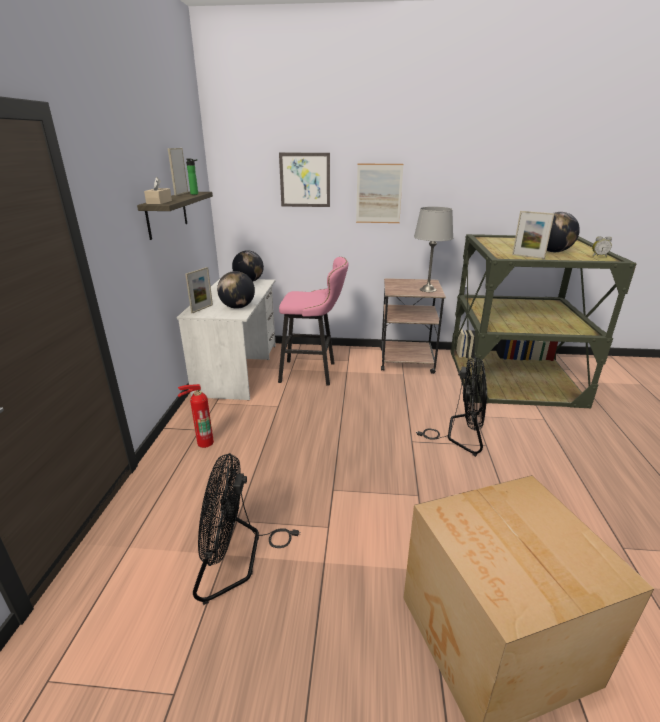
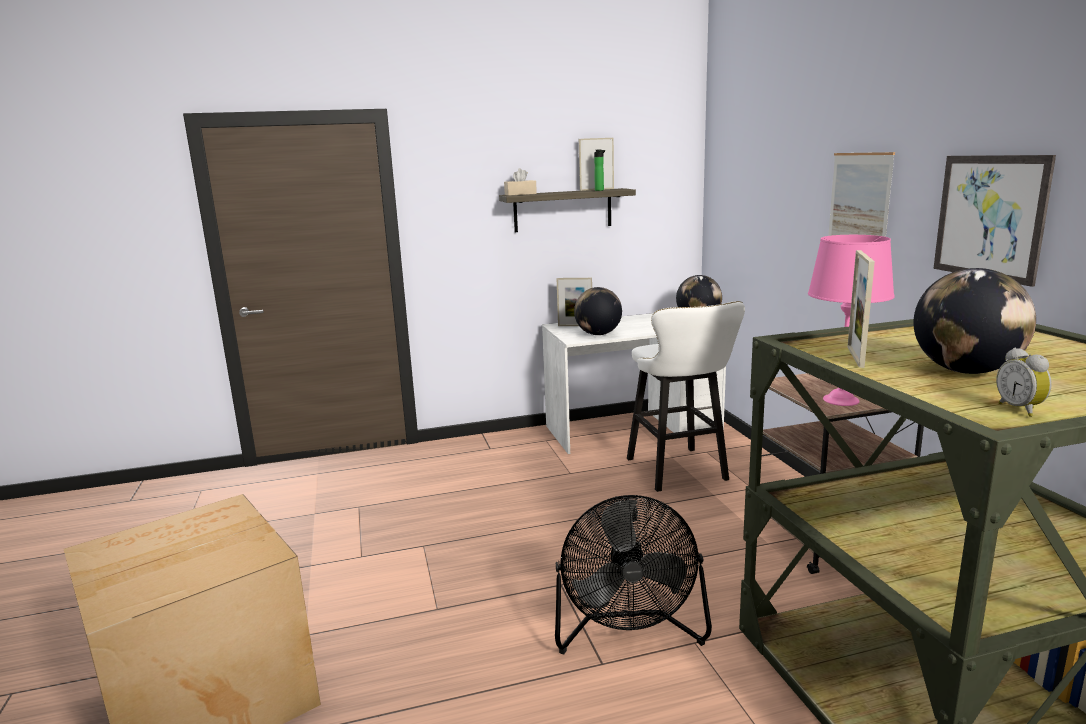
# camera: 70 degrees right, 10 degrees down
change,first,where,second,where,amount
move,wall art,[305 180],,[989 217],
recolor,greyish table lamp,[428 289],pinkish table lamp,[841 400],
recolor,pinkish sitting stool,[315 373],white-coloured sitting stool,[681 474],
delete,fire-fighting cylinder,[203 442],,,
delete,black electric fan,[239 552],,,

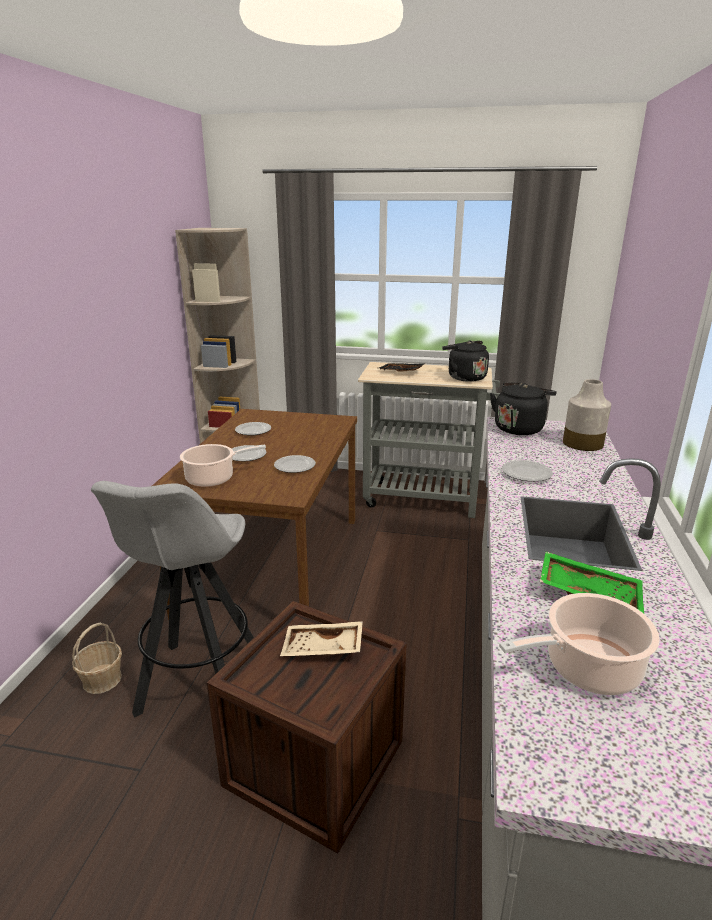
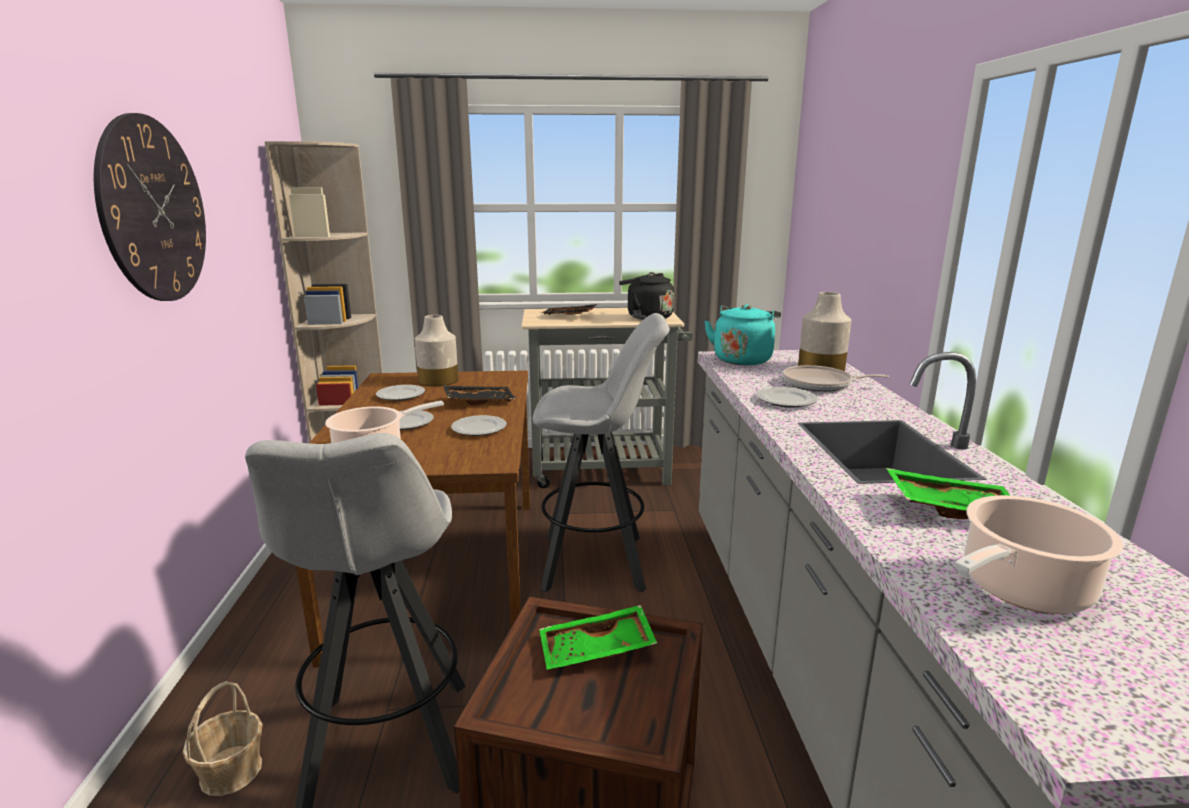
# camera: 15 degrees left, 5 degrees down
change,first,where,second,where,amount
recolor,black tea kettle,[519 428],turquoise-coloured tea kettle,[742 359],
recolor,beige-coloured tray,[322 649],greenish tray,[596 651],
insert,,,clock on the wall,[154 210],
insert,,,greyish sitting stool,[597 563],
insert,,,beige-coloured vase,[439 380],
insert,,,skillet,[820 384],
insert,,,black tray,[479 401],

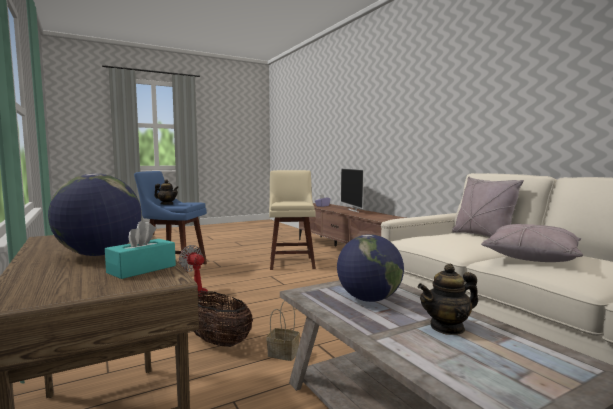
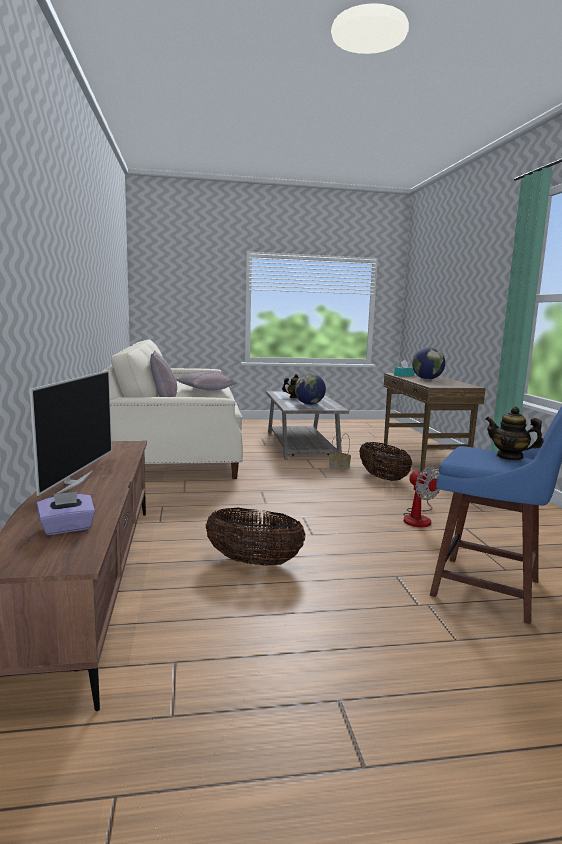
# camera: 160 degrees left, 5 degrees up
change,first,where,second,where,amount
replace,beige-coloured sitting stool,[292 262],household basket,[254 562],

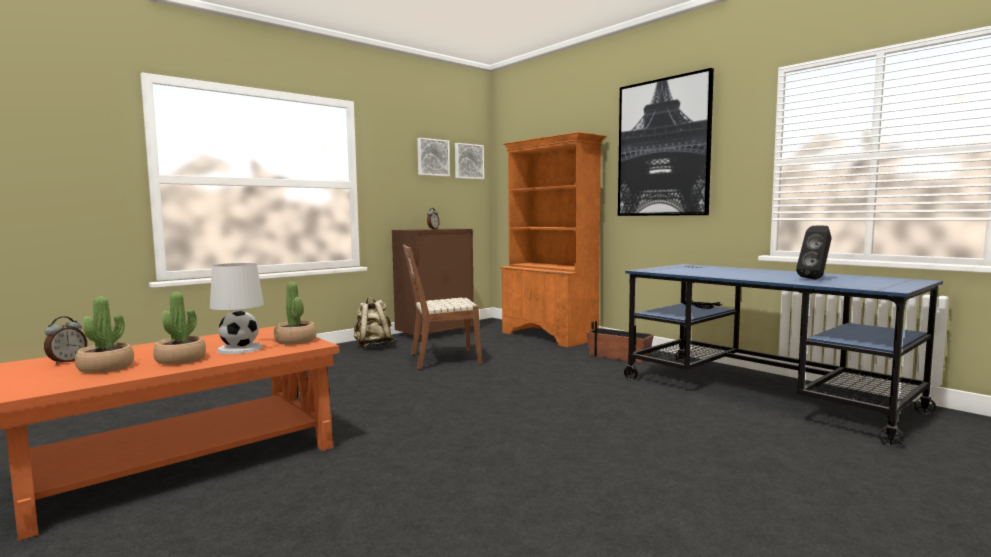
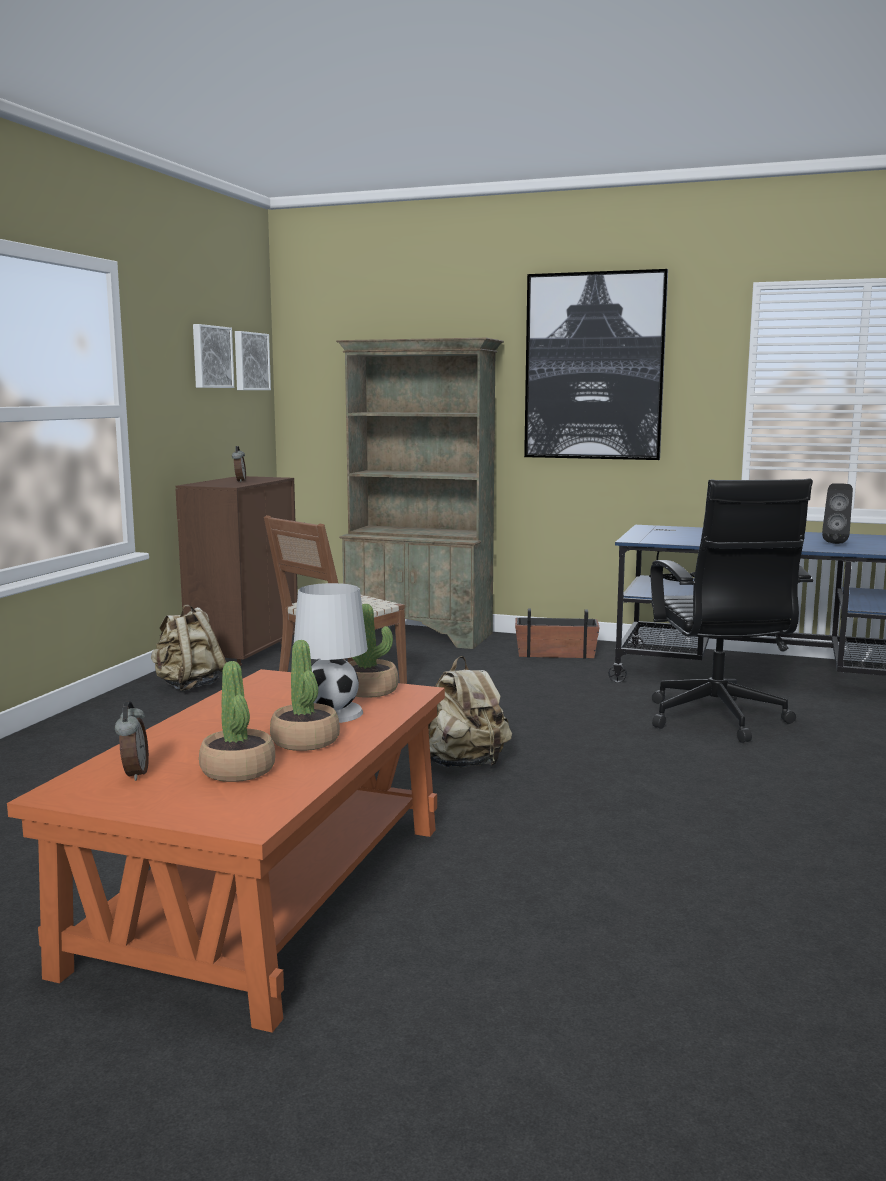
# camera: 30 degrees left, 5 degrees up
change,first,where,second,where,amount
recolor,orange-coloured shelving unit,[549 336],greenish shelving unit,[419 635],
insert,,,black desk chair,[718 721],
insert,,,beige-coloured rucksack,[464 765],

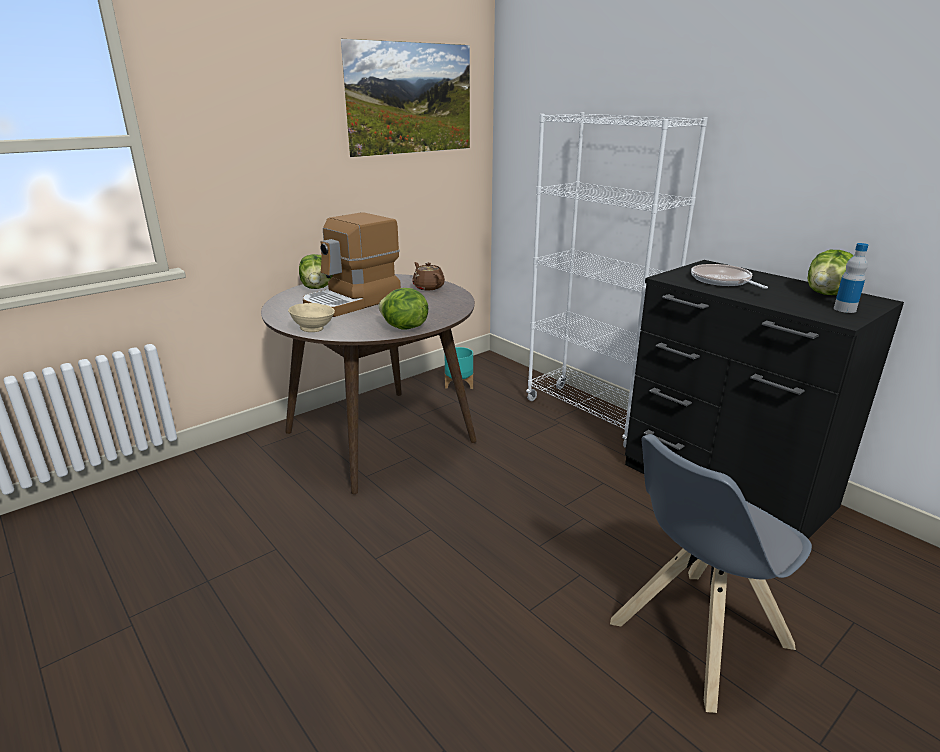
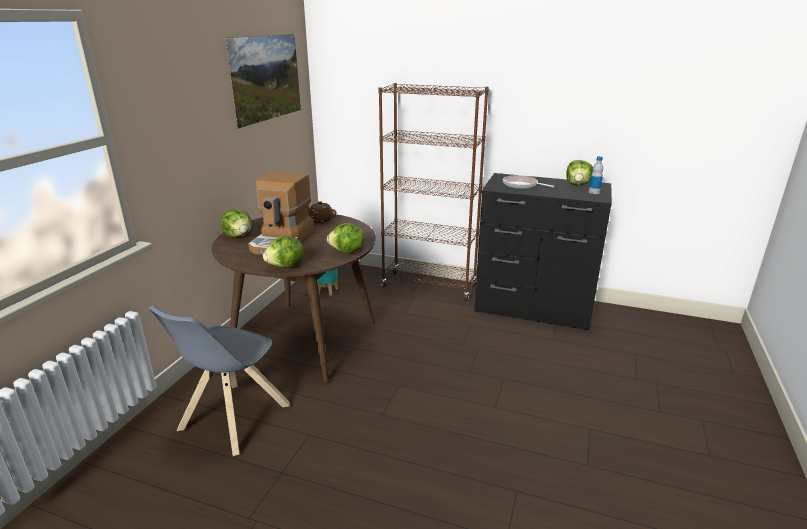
# camera: 30 degrees left, 0 degrees up
change,first,where,second,where,amount
recolor,white-coloured shelving unit,[591 415],brownish shelving unit,[429 286],
replace,beige-coloured bowl,[314 329],lettuce head,[286 266],
move,greyish chair,[696 636],,[232 419],

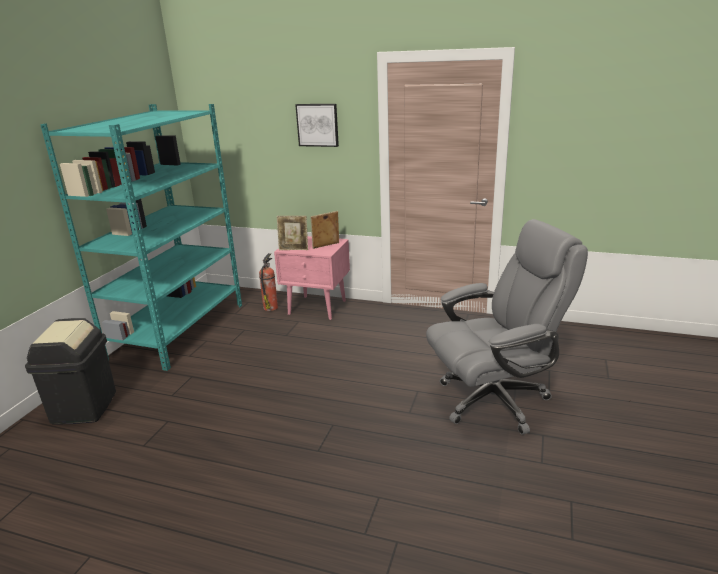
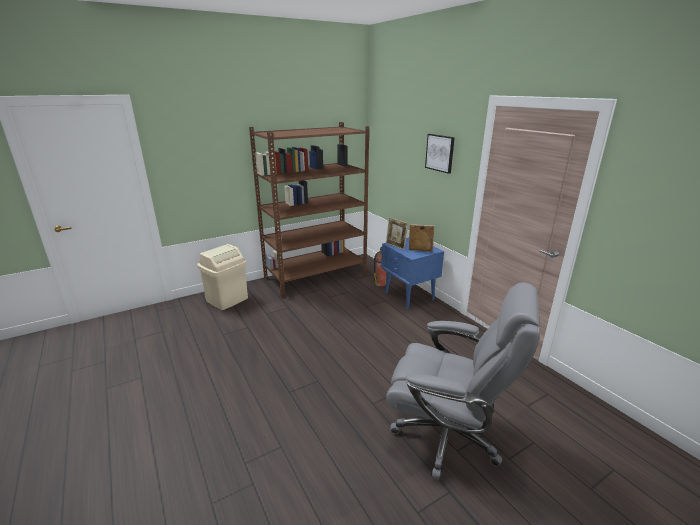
# camera: 40 degrees right, 0 degrees up
change,first,where,second,where,amount
recolor,turquoise-coloured shelving unit,[179 330],brownish shelving unit,[315 276],
recolor,pinkish night table,[318 307],bluish night table,[409 296],
recolor,black trash can,[84 407],beige-coloured trash can,[227 299],

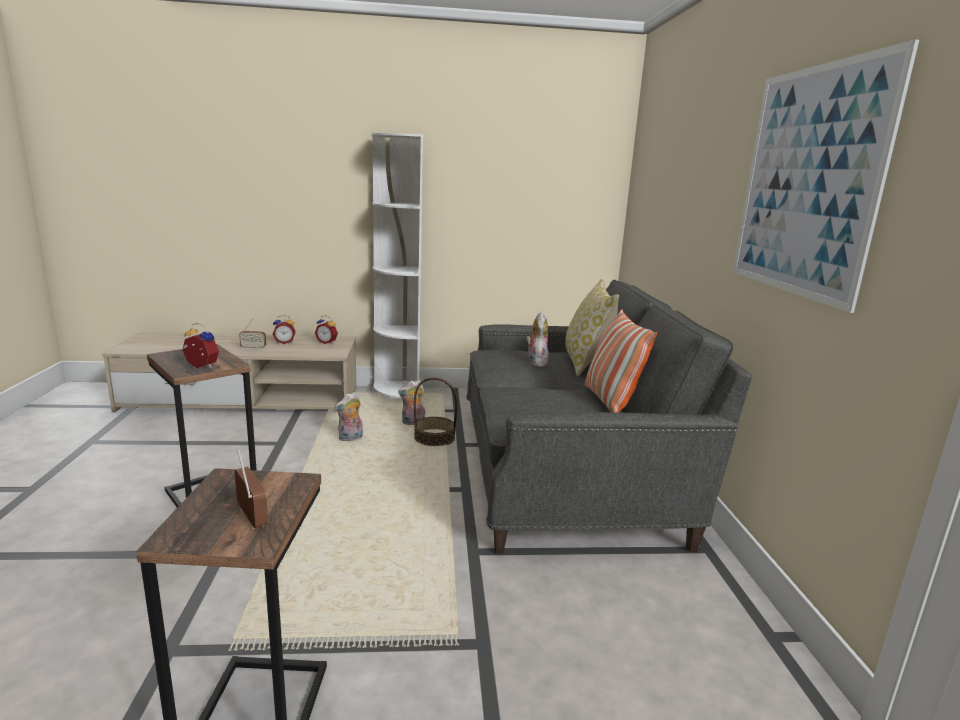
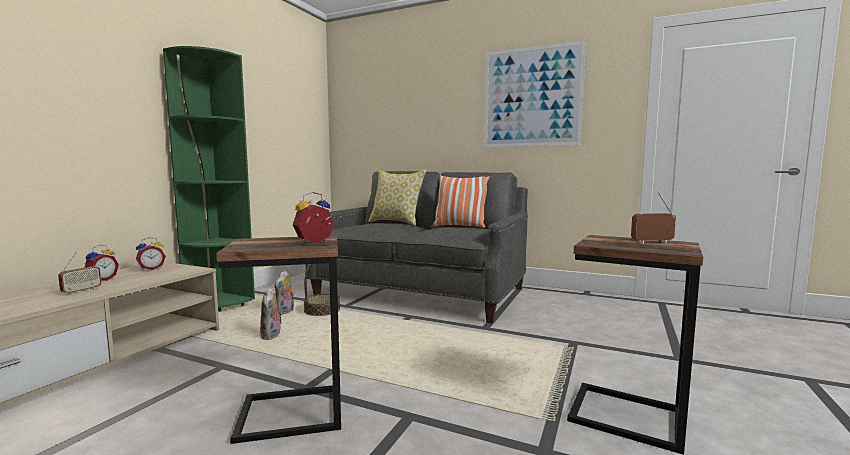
# camera: 60 degrees left, 10 degrees down
change,first,where,second,where,amount
recolor,white-coloured shelving unit,[397 395],greenish shelving unit,[220 308],
delete,plush toy,[536 362],,,

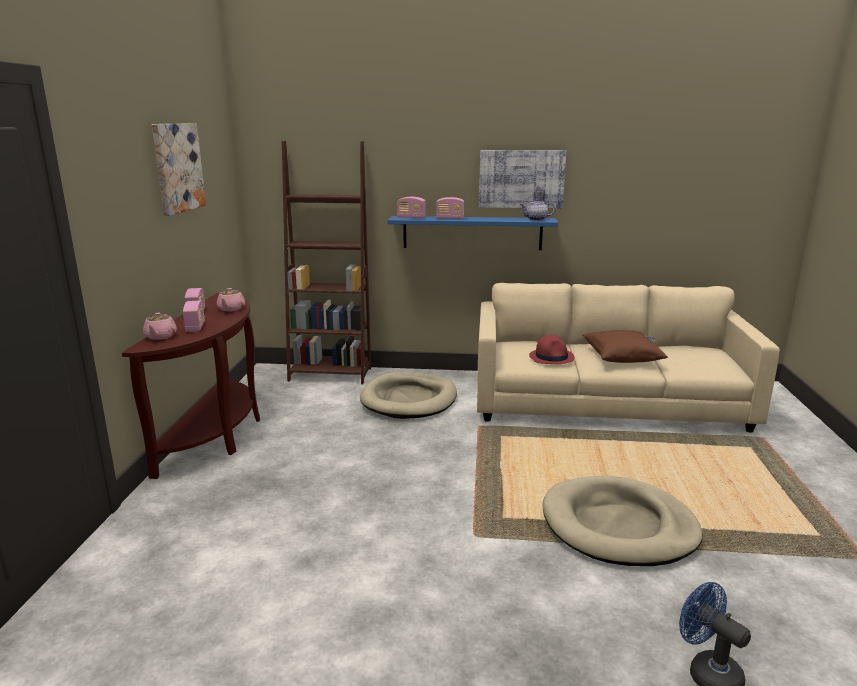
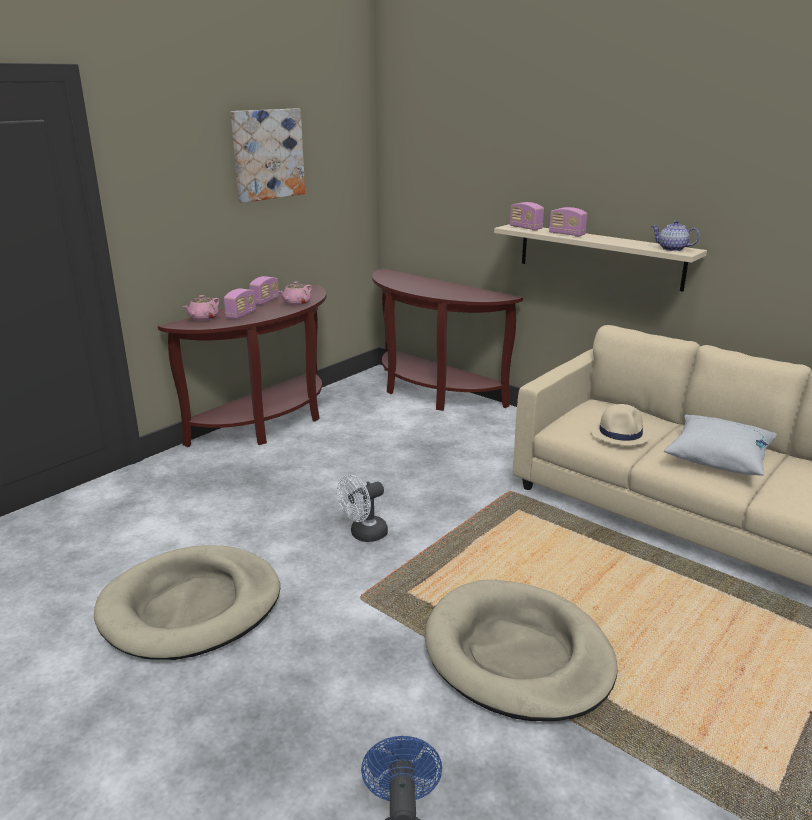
# camera: 35 degrees right, 5 degrees up
change,first,where,second,where,amount
replace,brownish shelving unit,[330 374],brownish hall table,[430 392],
delete,wall art,[521 179],,,
recolor,bluish shelf,[472 233],beige-coloured shelf,[599 256],
recolor,brownish pillow,[621 357],greyish pillow,[718 459],
recolor,red wearable hat,[551 357],beige-coloured wearable hat,[621 433],
move,beige-coloured pet bed,[409 400],,[191 607],
insert,,,white-coloured electric fan,[364 535],

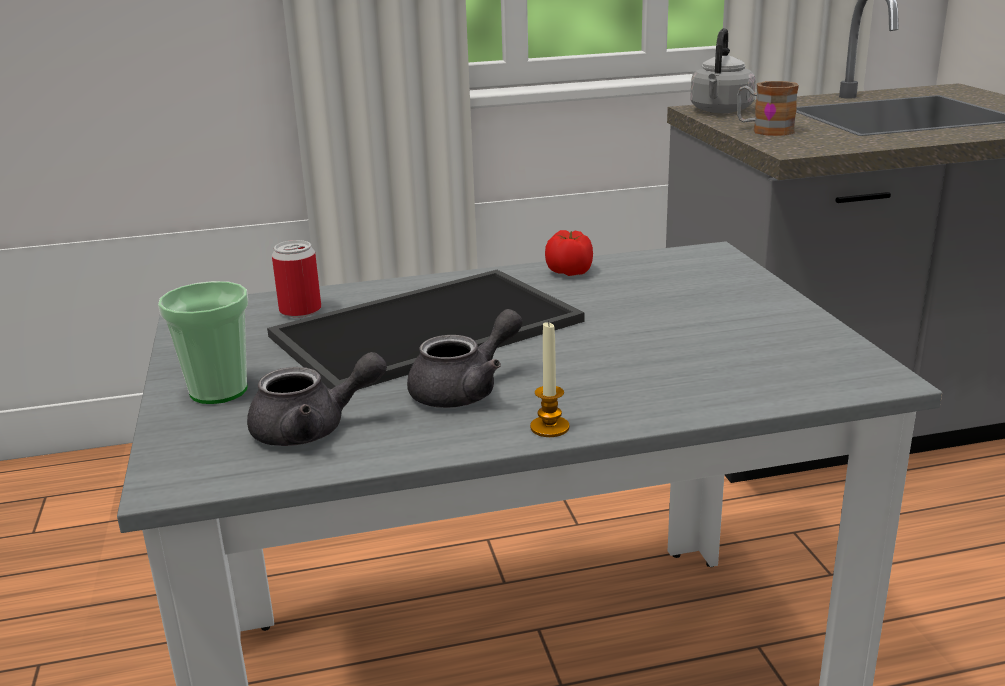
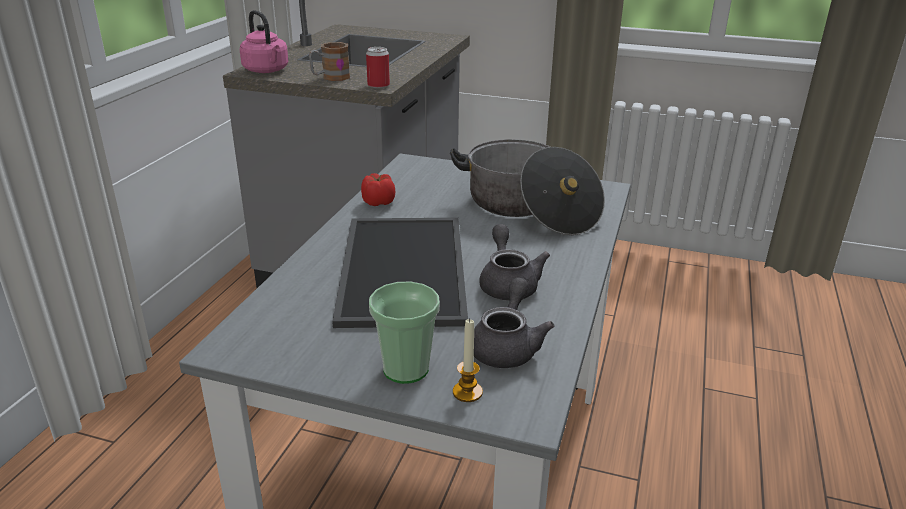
# camera: 60 degrees left, 5 degrees up
change,first,where,second,where,amount
recolor,greyish tea kettle,[720 111],pinkish tea kettle,[267 71],
move,can,[300 311],,[378 85],
move,wax candle,[549 427],,[467 392],
insert,,,stockpot,[528 208],

